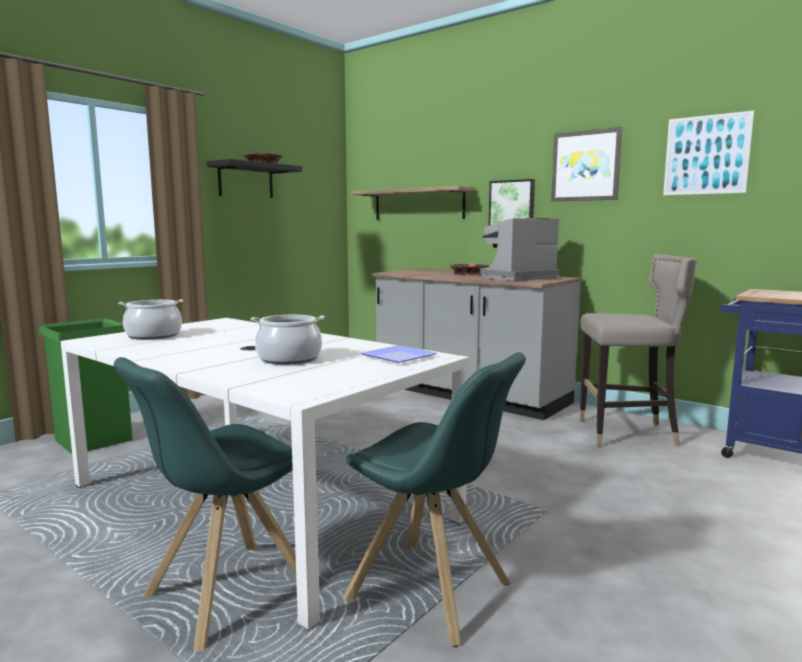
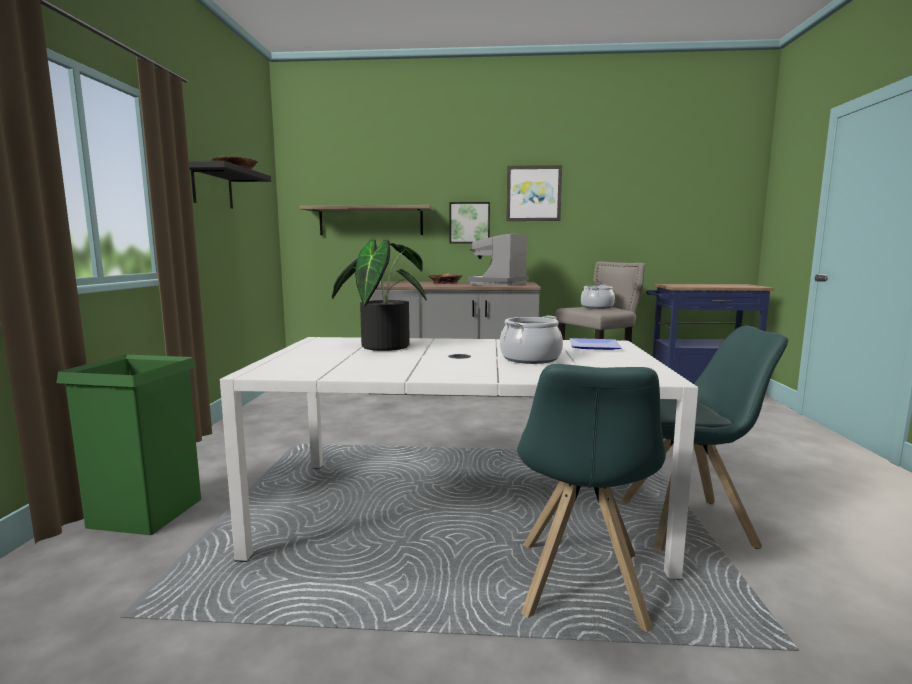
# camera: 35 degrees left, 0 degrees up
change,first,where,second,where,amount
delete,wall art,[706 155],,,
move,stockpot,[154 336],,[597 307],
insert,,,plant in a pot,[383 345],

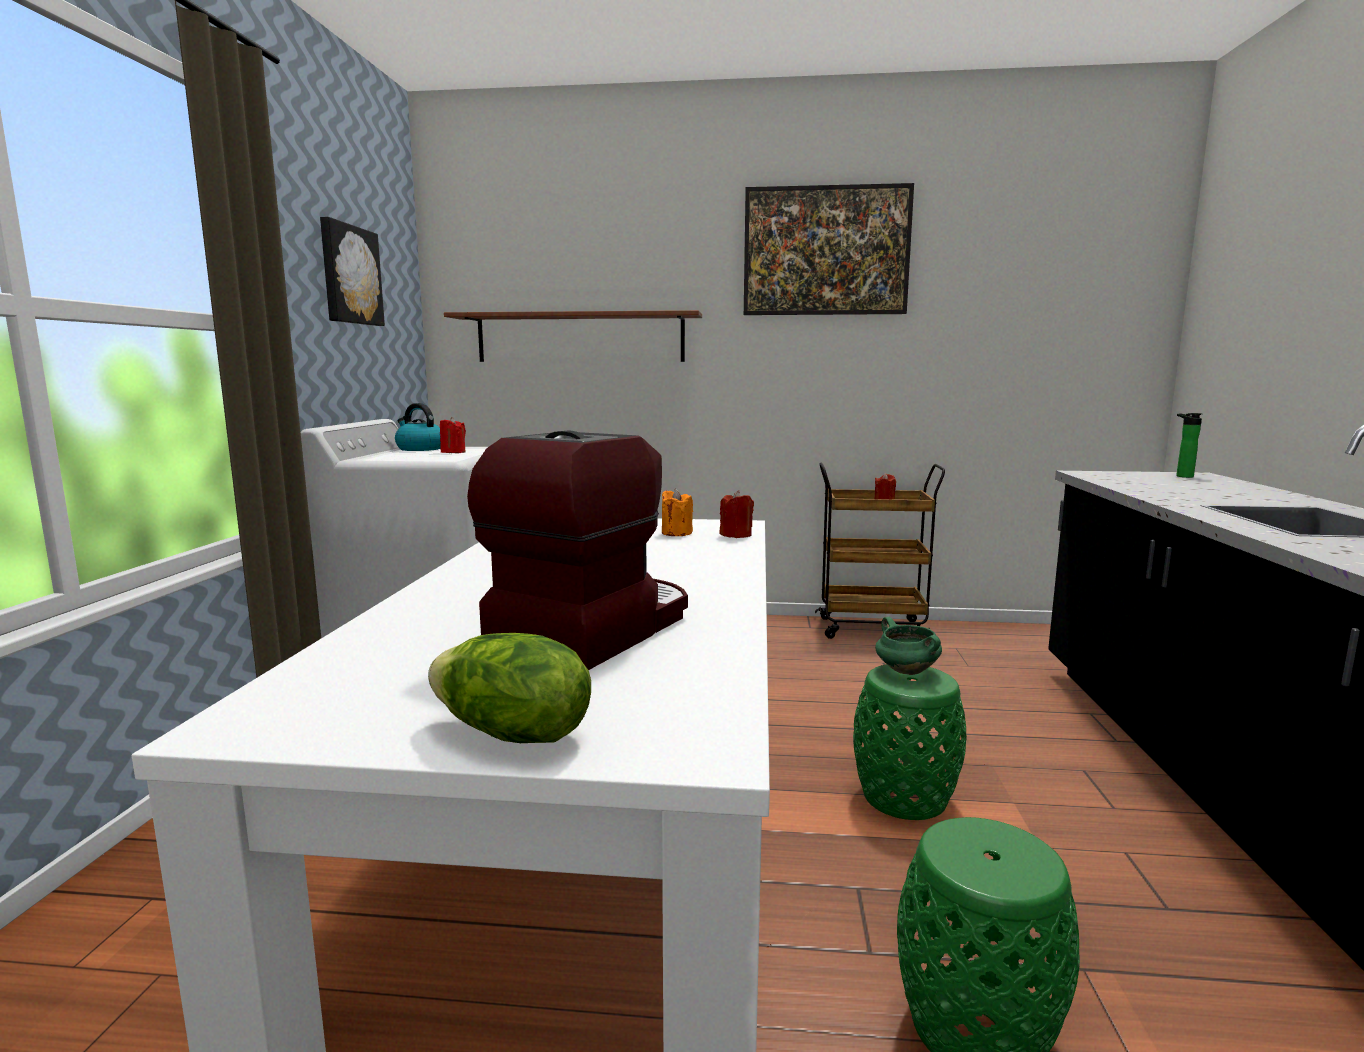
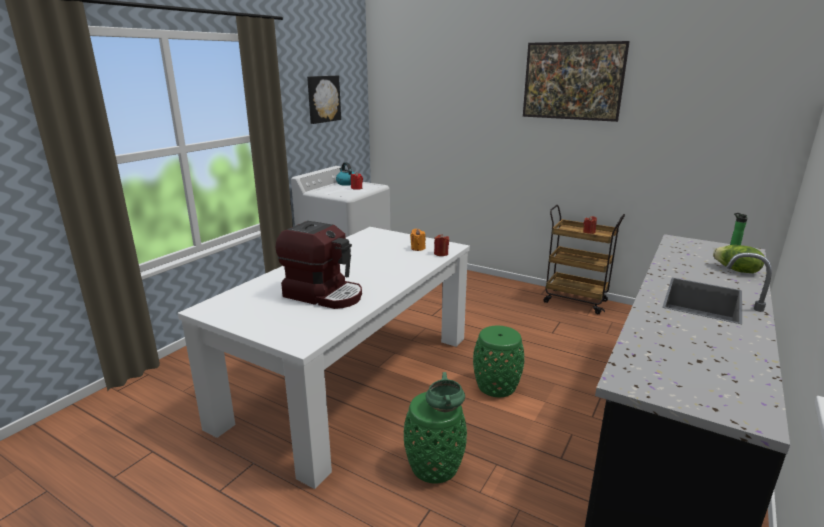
# camera: 25 degrees right, 10 degrees up
change,first,where,second,where,amount
delete,brownish shelf,[580 338],,,
rotate,coffee brewer,[592 628],,[324 294],60 degrees clockwise
move,greenish stockpot,[905 671],,[444 407],
move,lettuce head,[511 734],,[736 270],

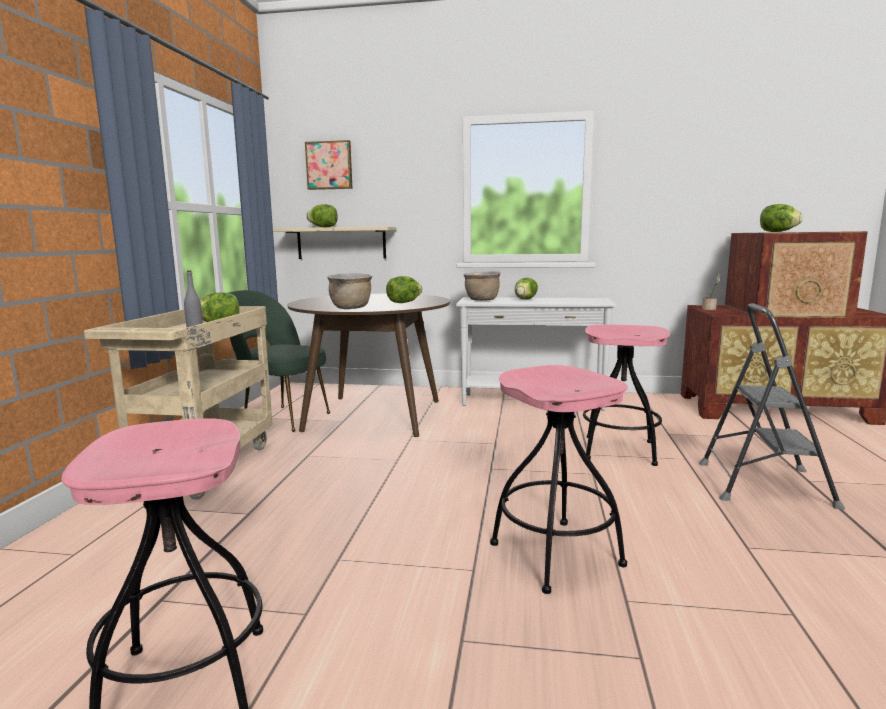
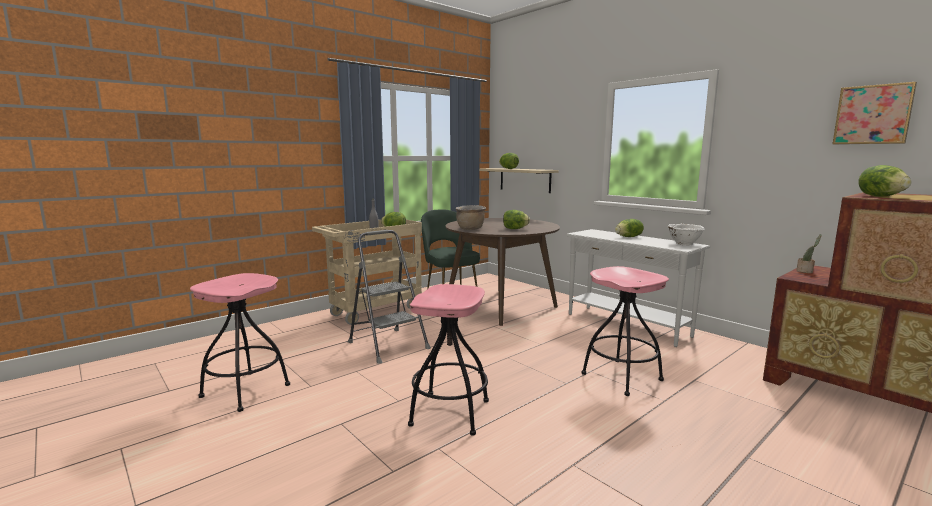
# camera: 40 degrees right, 0 degrees up
change,first,where,second,where,amount
move,wall art,[329 165],,[873 115],
delete,brownish stockpot,[482 300],,,
move,greyish stepladder,[760 483],,[387 344],
insert,,,white-coloured bowl,[684 244],

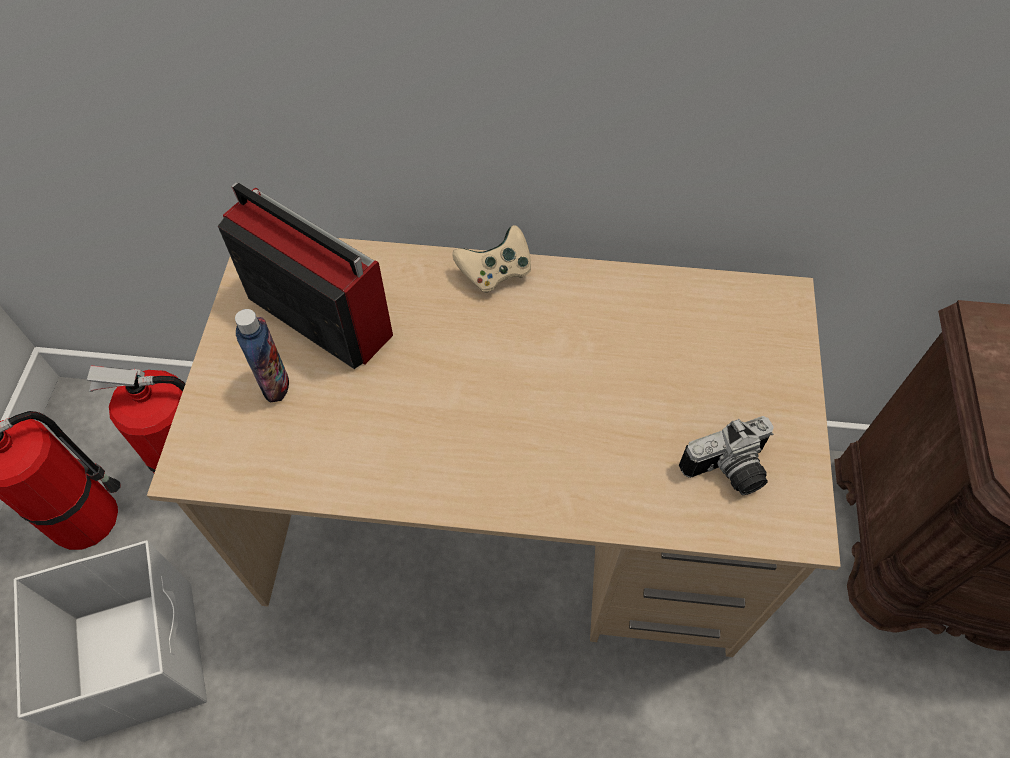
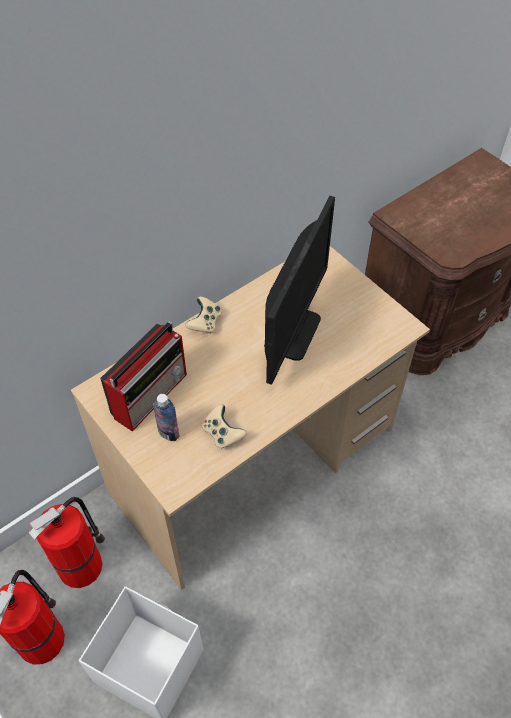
# camera: 45 degrees left, 5 degrees down
change,first,where,second,where,amount
rotate,radio set,[317 313],,[151 394],135 degrees clockwise
delete,photo camera,[729 472],,,
insert,,,computer screen,[292 332],
insert,,,beige-coloured gamepad,[222 434],

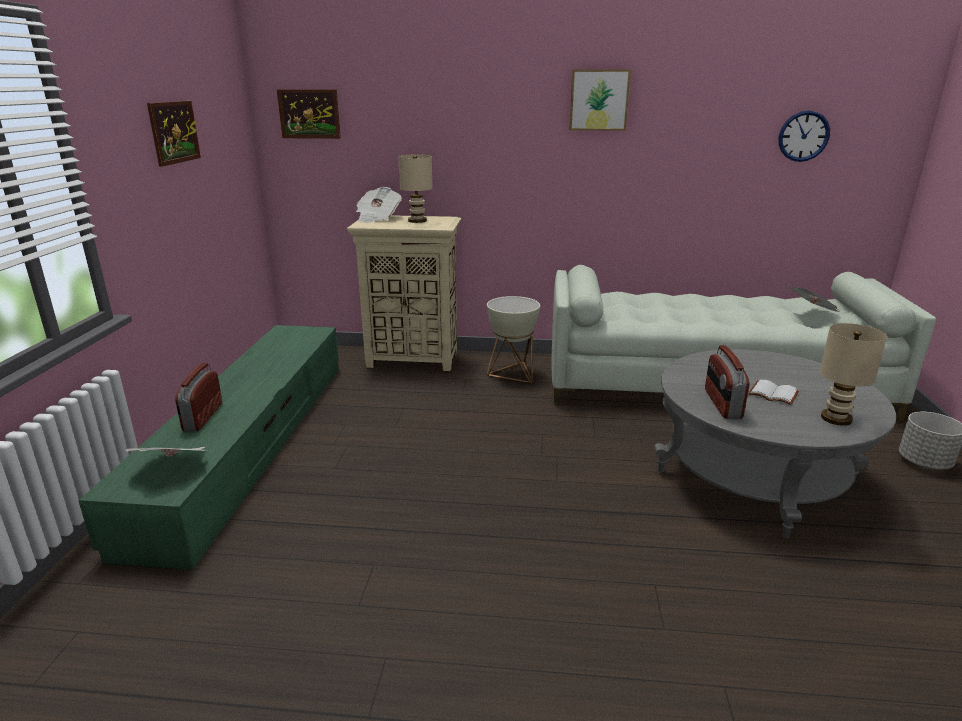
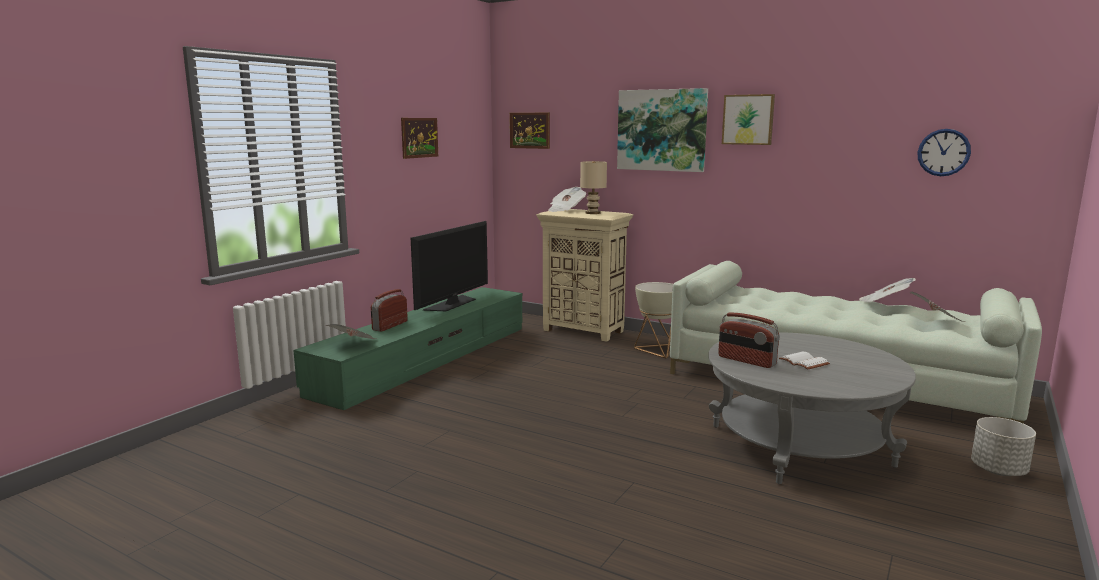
# camera: 25 degrees right, 10 degrees down
change,first,where,second,where,amount
delete,beige-coloured table lamp,[837 418],,,
rotate,radio set,[722 404],,[746 361],75 degrees counterclockwise
insert,,,wall art,[661 130],
insert,,,TV,[452 304],
insert,,,daily paper,[884 303],

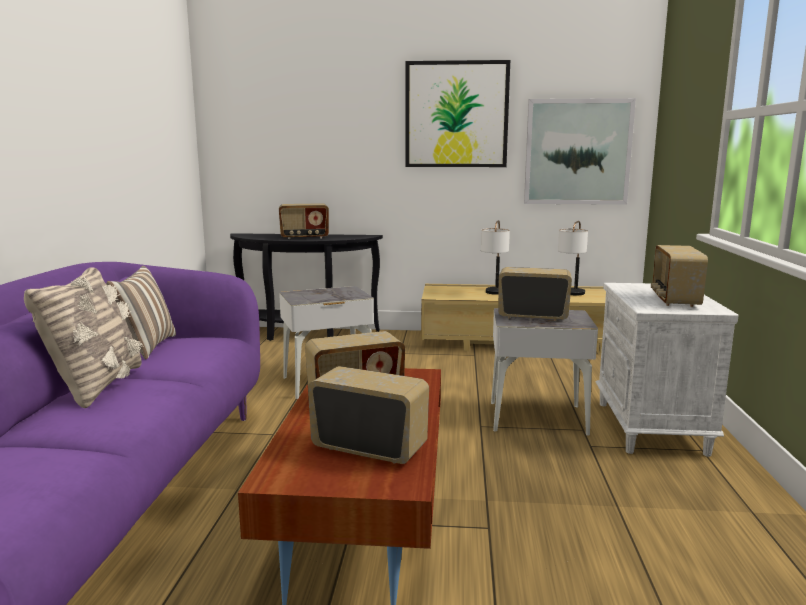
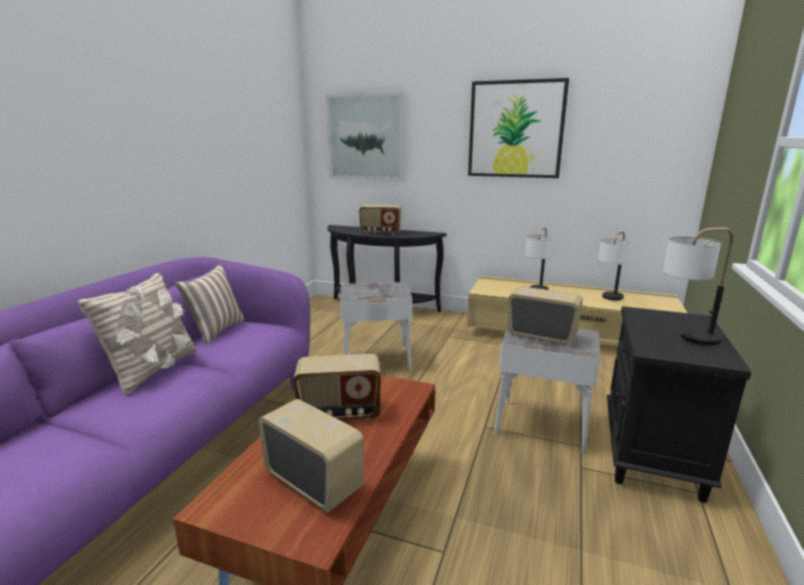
# camera: 15 degrees right, 5 degrees up
change,first,where,second,where,amount
move,wall art,[577 152],,[365 137],
replace,radio set,[674 300],table lamp,[685 340],
recolor,white-coloured night table,[651 428],black night table,[652 455],

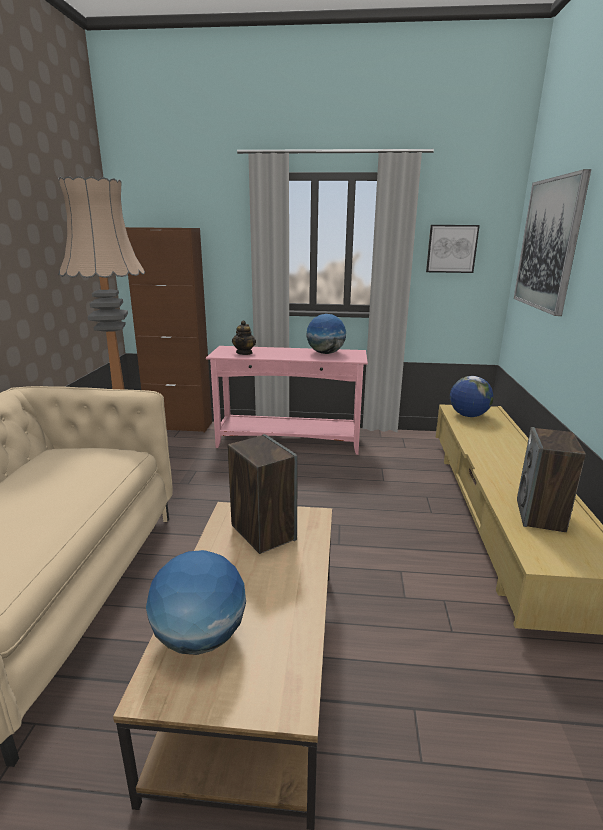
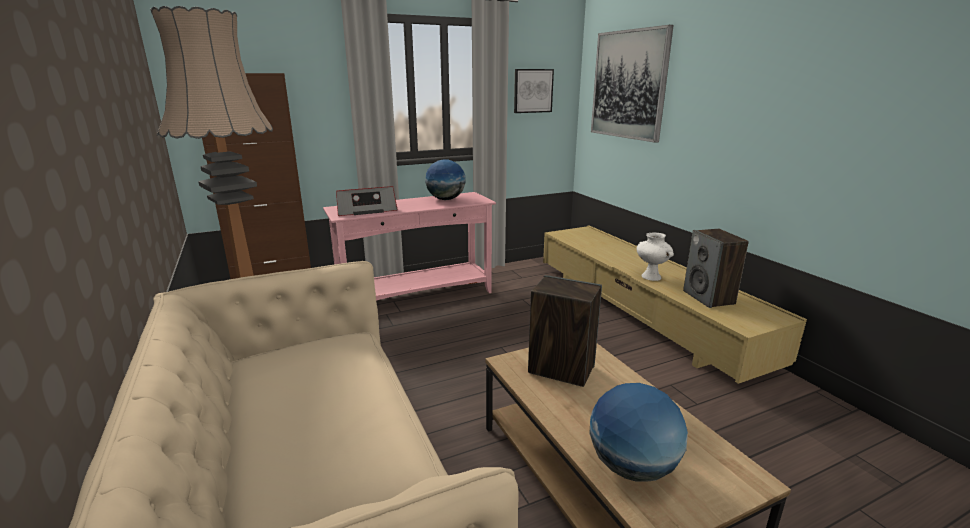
# camera: 30 degrees left, 0 degrees up
change,first,where,second,where,amount
replace,pot for tea,[244 353],radio set,[366 210],
delete,world globe,[468 415],,,
insert,,,white-coloured vase,[650 277],

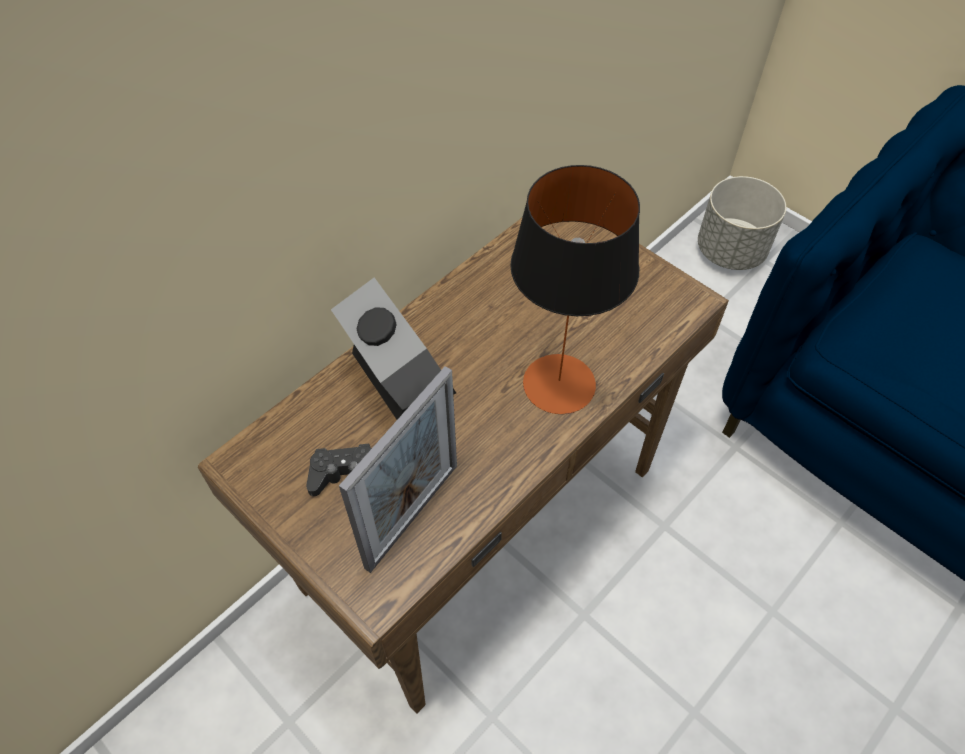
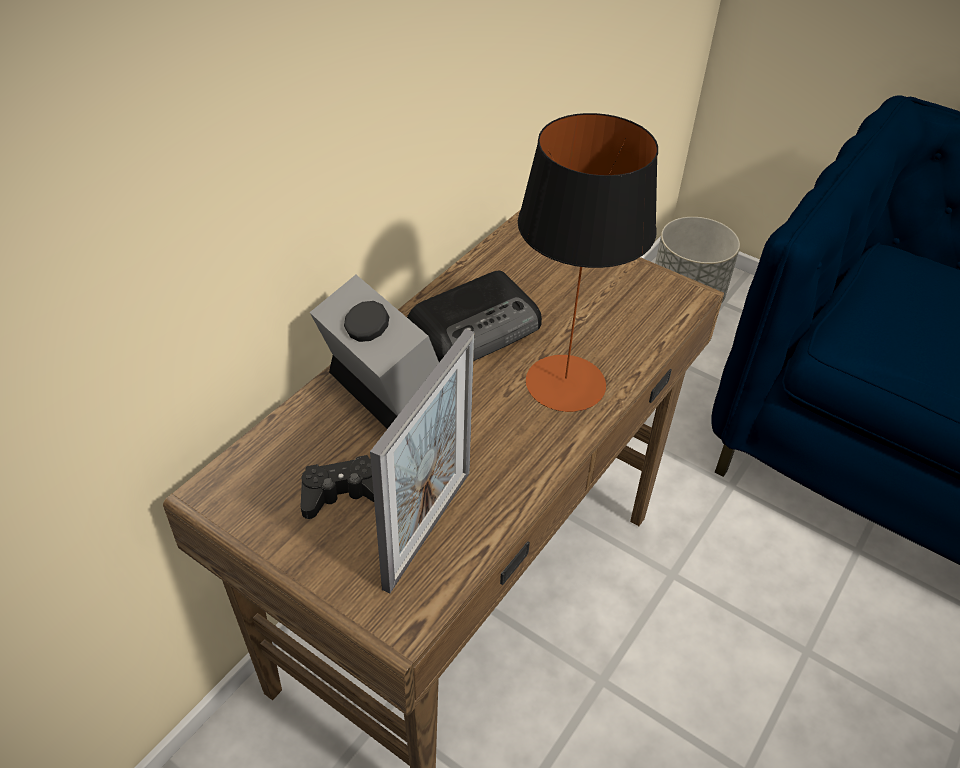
# camera: 10 degrees left, 10 degrees down
change,first,where,second,where,amount
insert,,,radio set,[476 328],

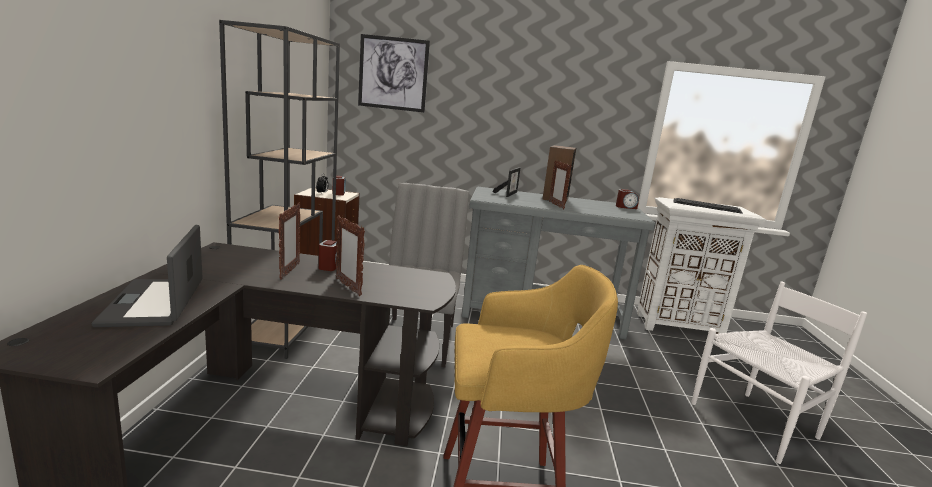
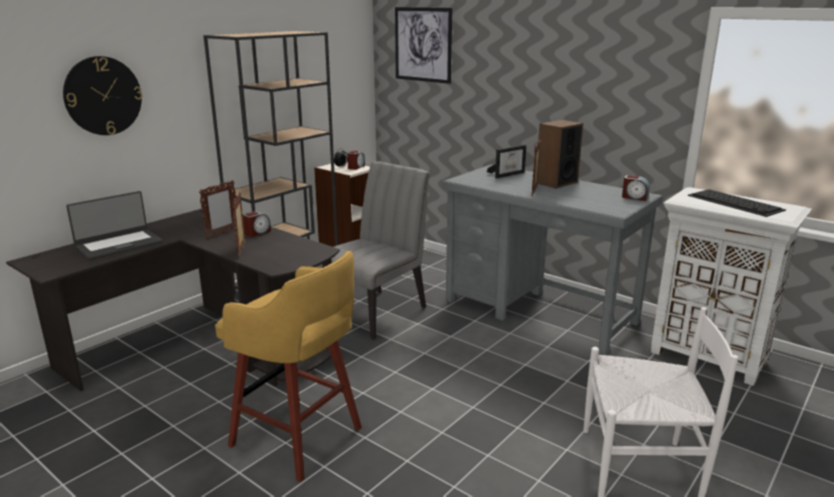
# camera: 35 degrees right, 5 degrees up
change,first,where,second,where,amount
rotate,notebook computer,[155 302],,[119 244],150 degrees counterclockwise
insert,,,clock on the wall,[103 96],

